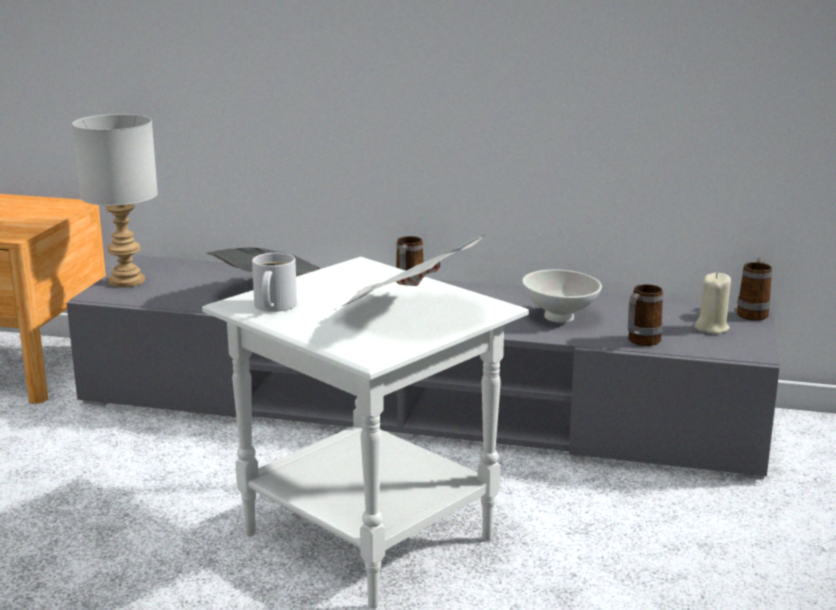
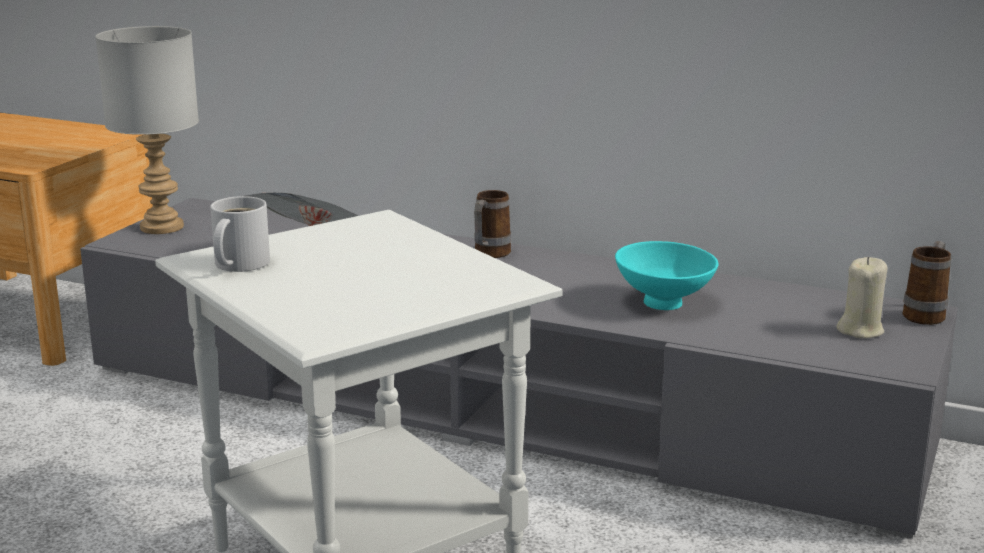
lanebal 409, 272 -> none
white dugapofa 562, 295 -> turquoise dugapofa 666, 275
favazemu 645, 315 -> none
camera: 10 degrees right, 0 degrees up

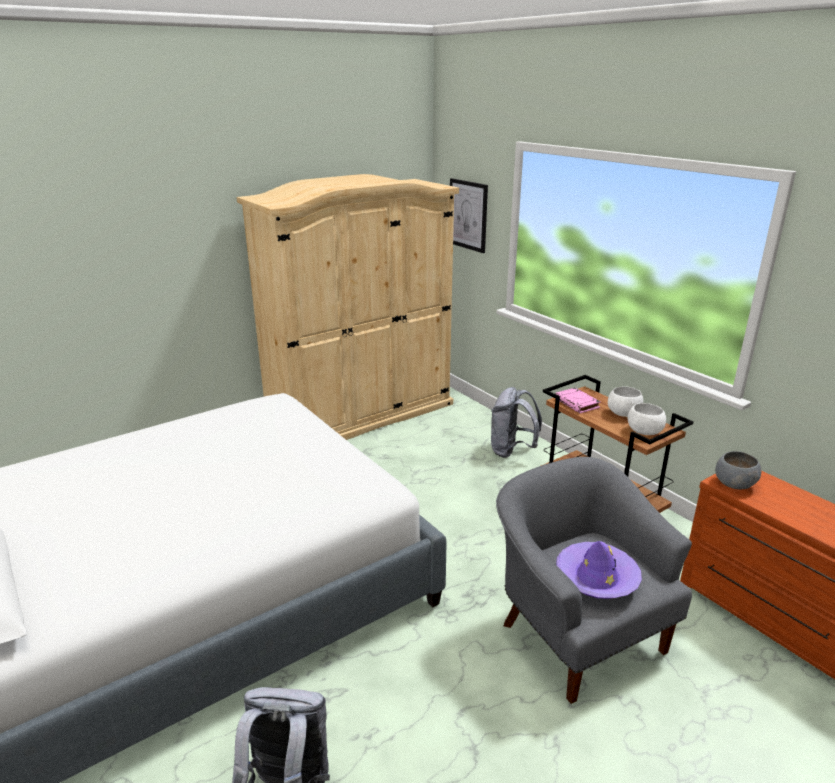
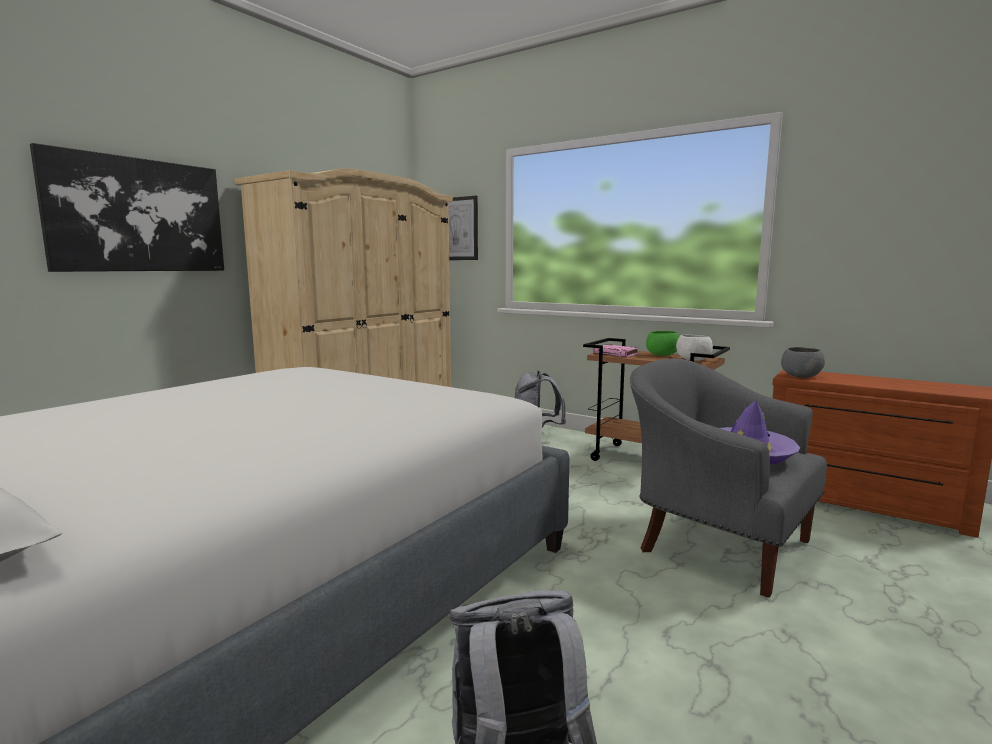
white dugapofa 625, 402 -> green dugapofa 662, 343
none -> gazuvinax 127, 207
camera: 20 degrees left, 15 degrees down

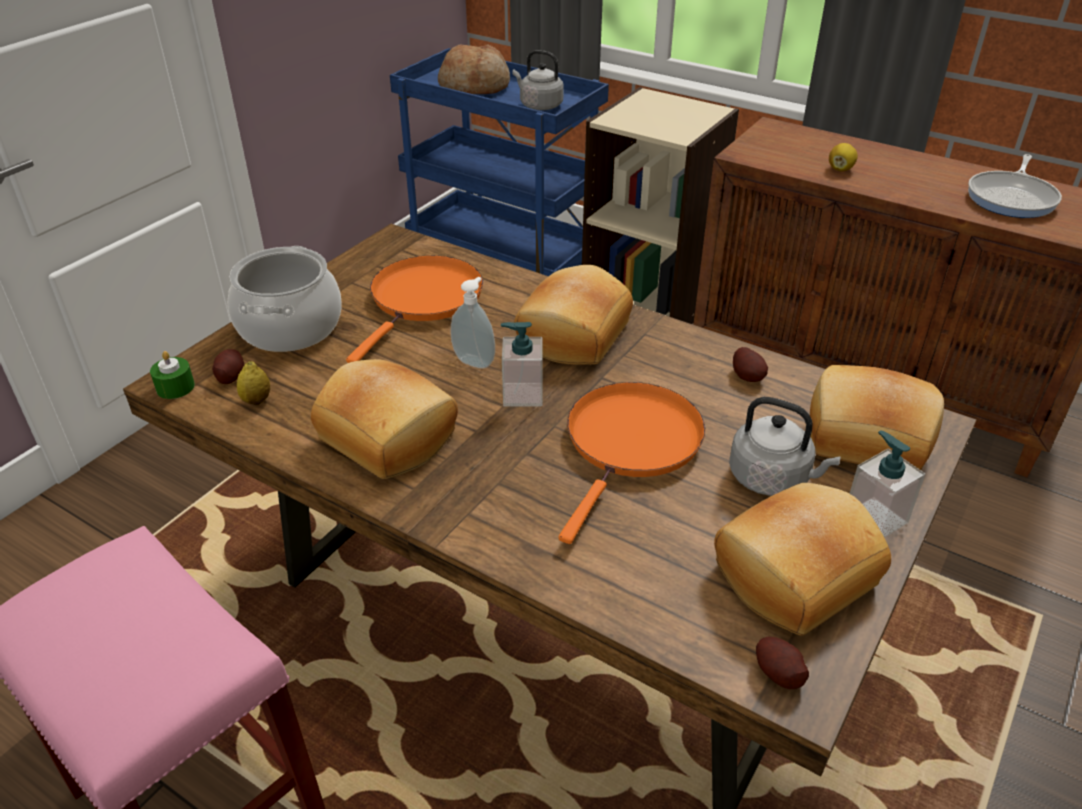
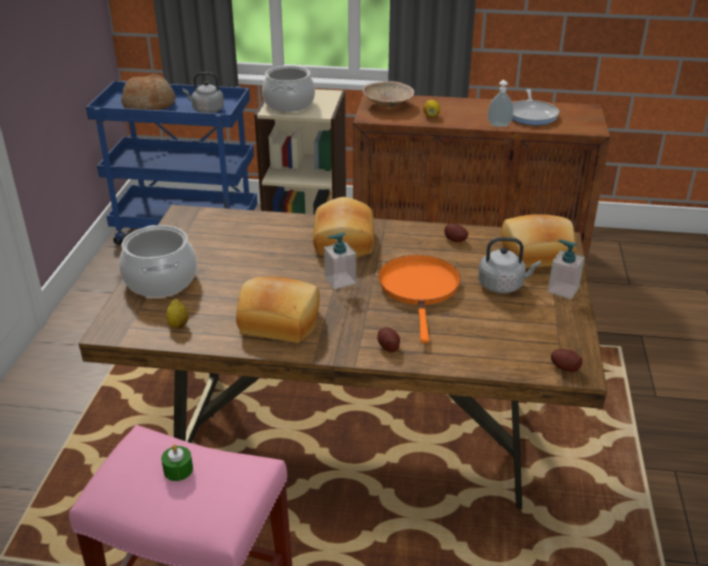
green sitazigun 172, 375 -> green sitazigun 177, 463, move
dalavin 228, 366 -> dalavin 388, 340, move
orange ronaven 414, 309 -> none
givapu 473, 323 -> givapu 500, 103, move
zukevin 802, 559 -> none
none -> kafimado 288, 89
none -> beige dugapofa 388, 94
camera: 25 degrees left, 5 degrees down

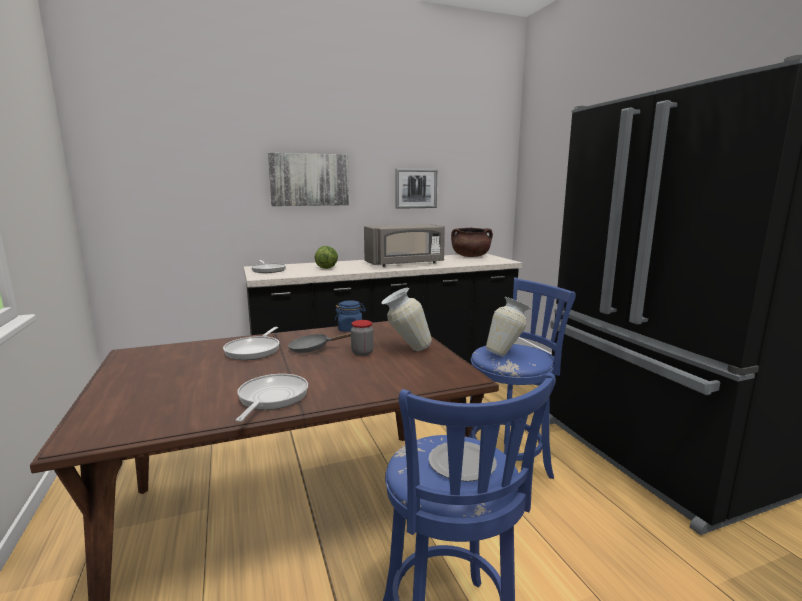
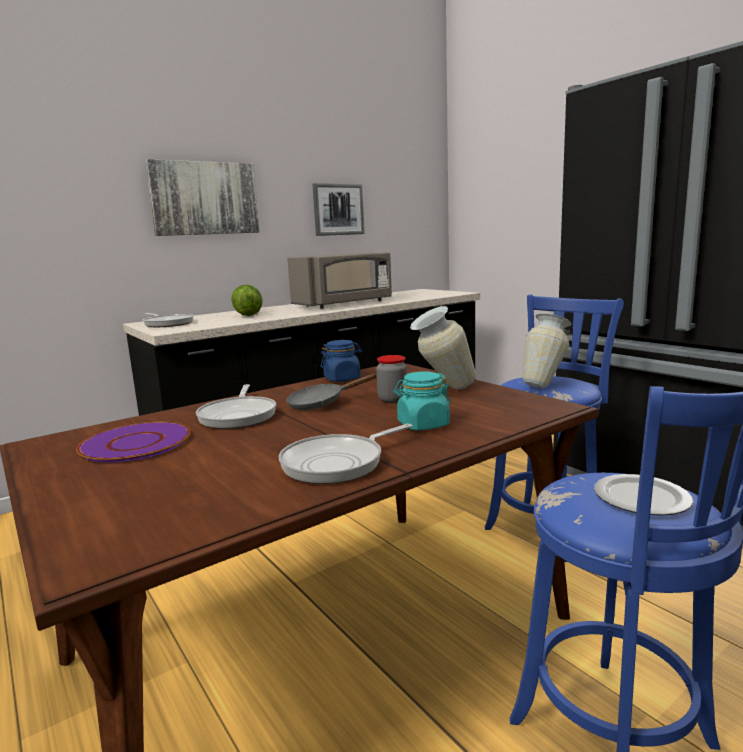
ronaven 272, 398 -> ronaven 345, 454, 120 degrees counterclockwise
brown kafimado 472, 242 -> none
none -> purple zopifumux 133, 442
none -> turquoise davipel 422, 401
camera: 15 degrees left, 0 degrees up

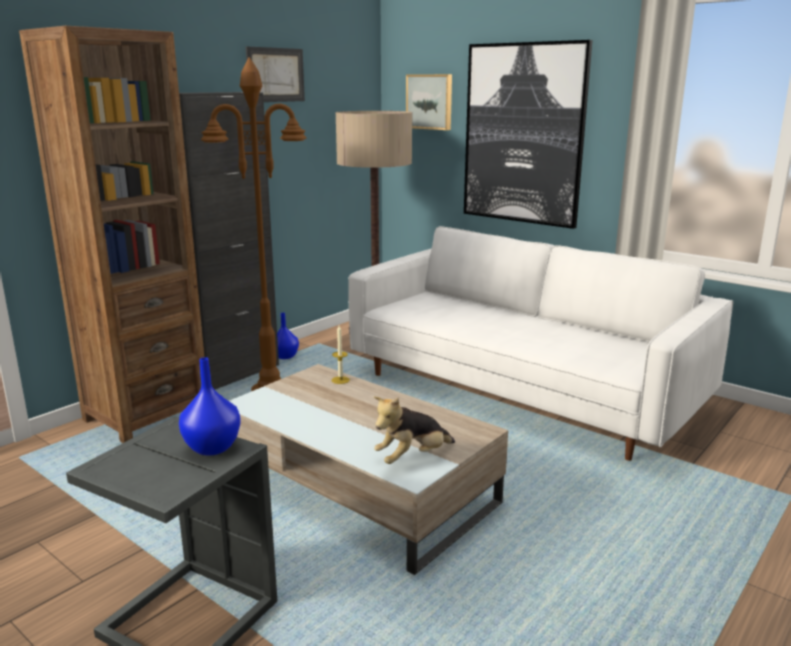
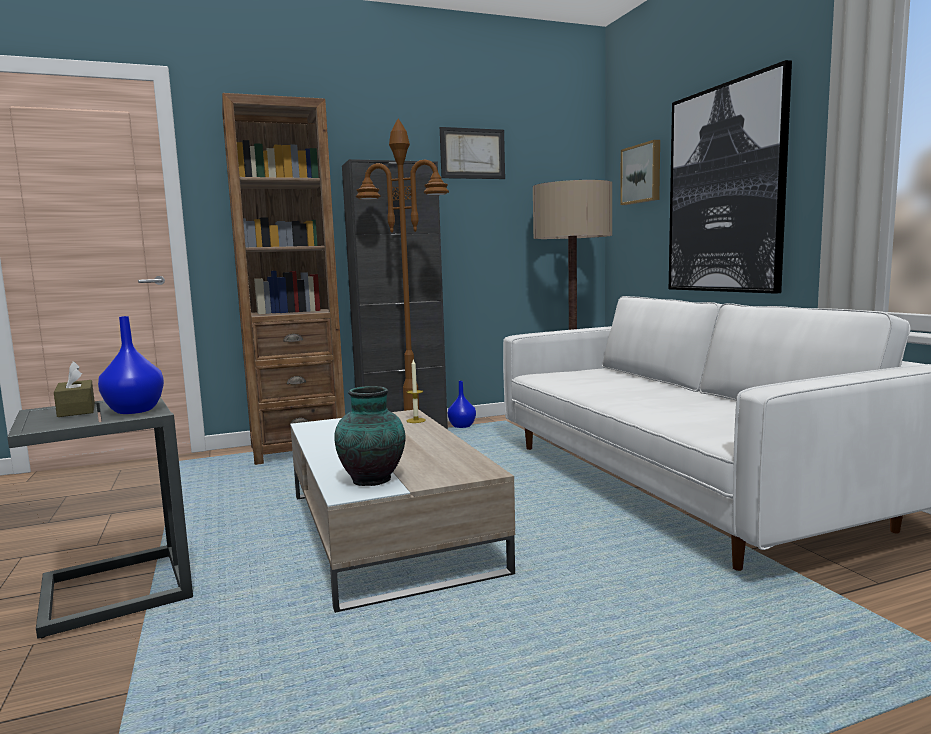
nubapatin 414, 430 -> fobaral 369, 436
none -> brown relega 74, 389
camera: 30 degrees right, 10 degrees down

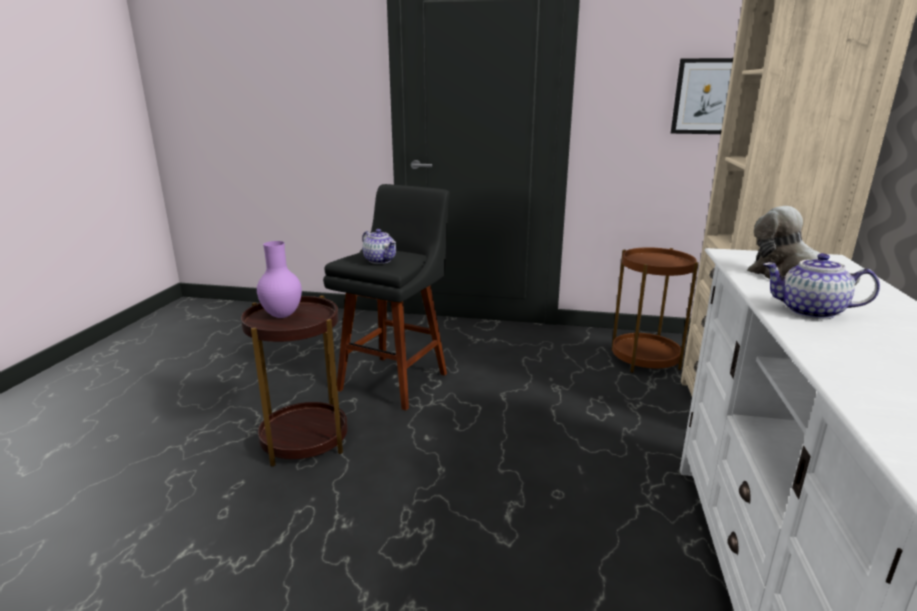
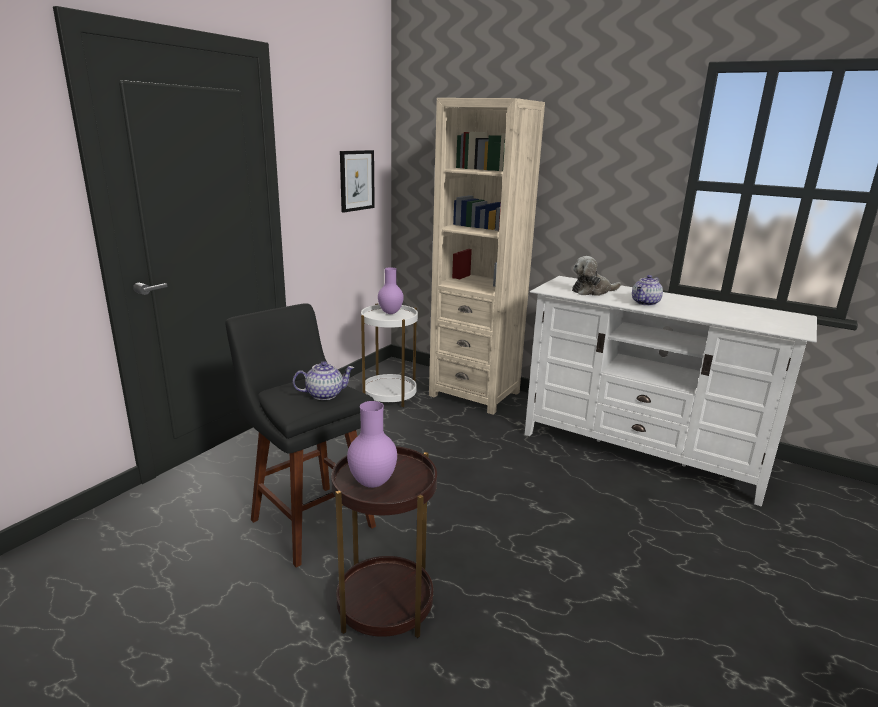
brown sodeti 655, 310 -> white sodeti 389, 355
none -> purple fobaral 391, 291
camera: 70 degrees left, 0 degrees up

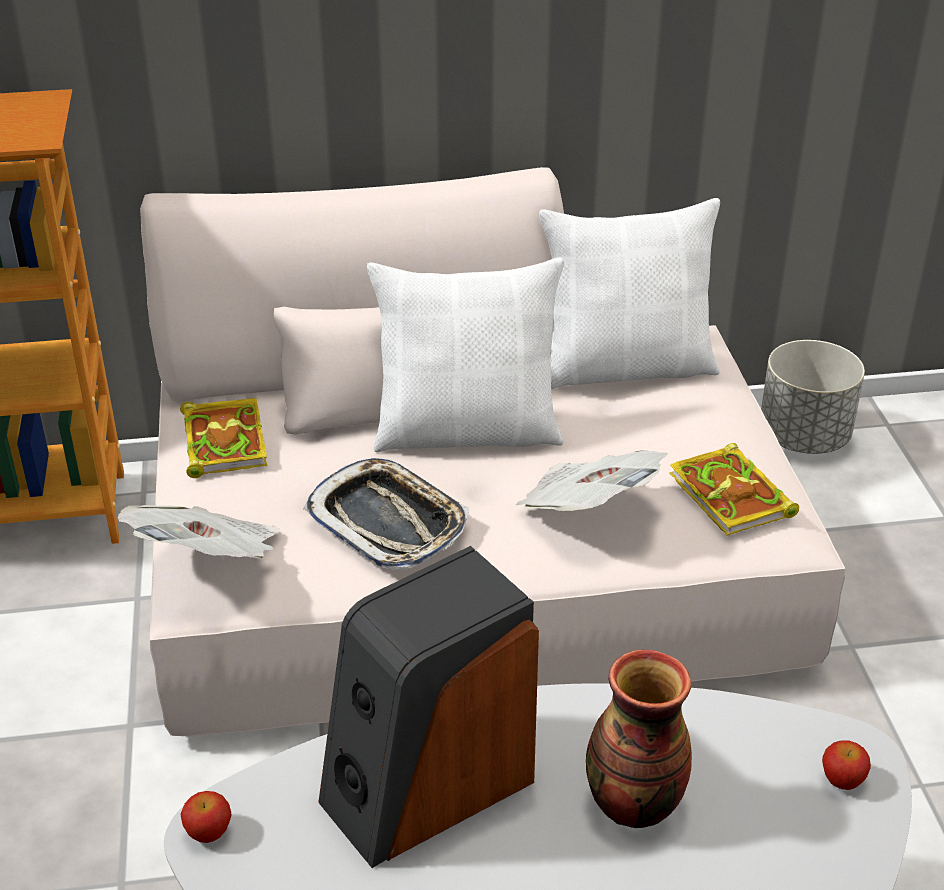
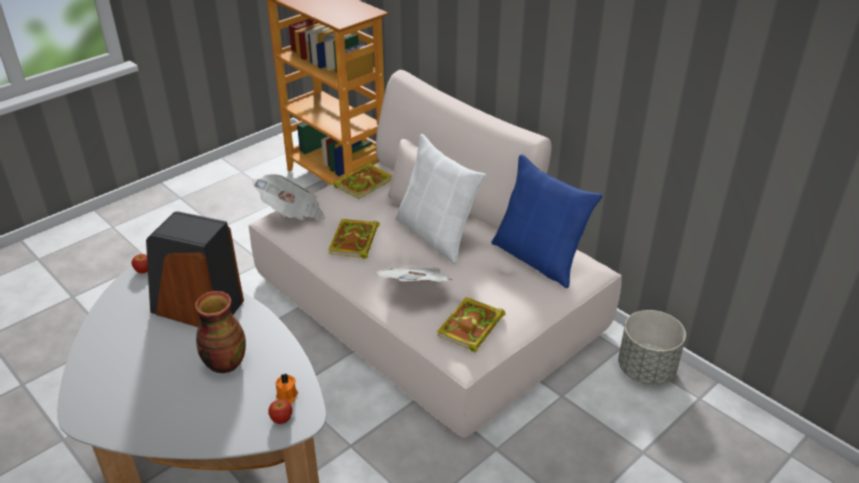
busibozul 387, 514 -> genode 354, 239
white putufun 629, 293 -> blue putufun 546, 221
none -> orange sitazigun 286, 389
camera: 55 degrees right, 0 degrees up

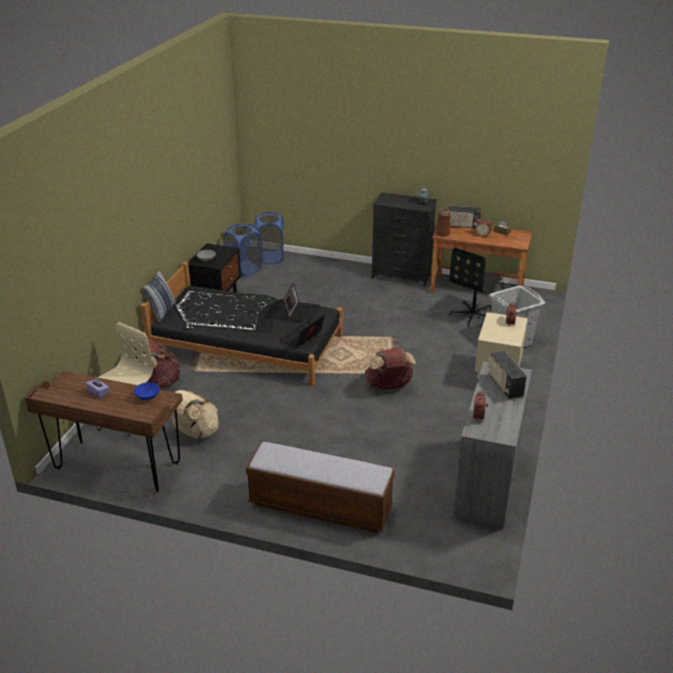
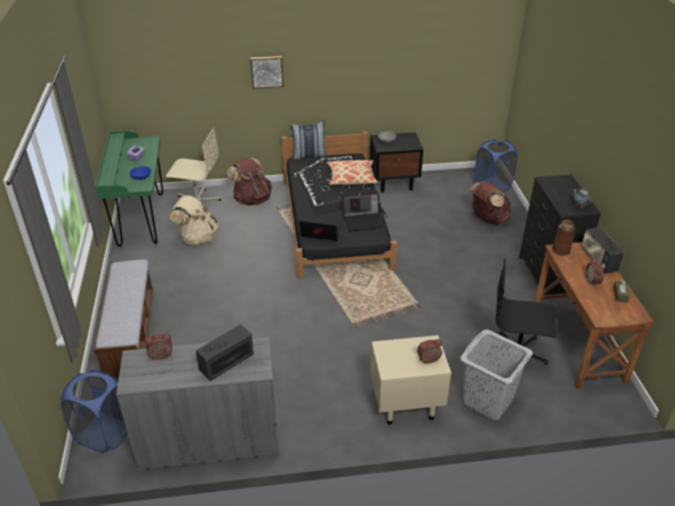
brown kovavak 104, 431 -> green kovavak 129, 188
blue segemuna 243, 250 -> blue segemuna 94, 411, move
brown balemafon 390, 369 -> brown balemafon 489, 203, move
none -> gazuvinax 266, 72
none -> putufun 352, 172
camera: 65 degrees right, 5 degrees up

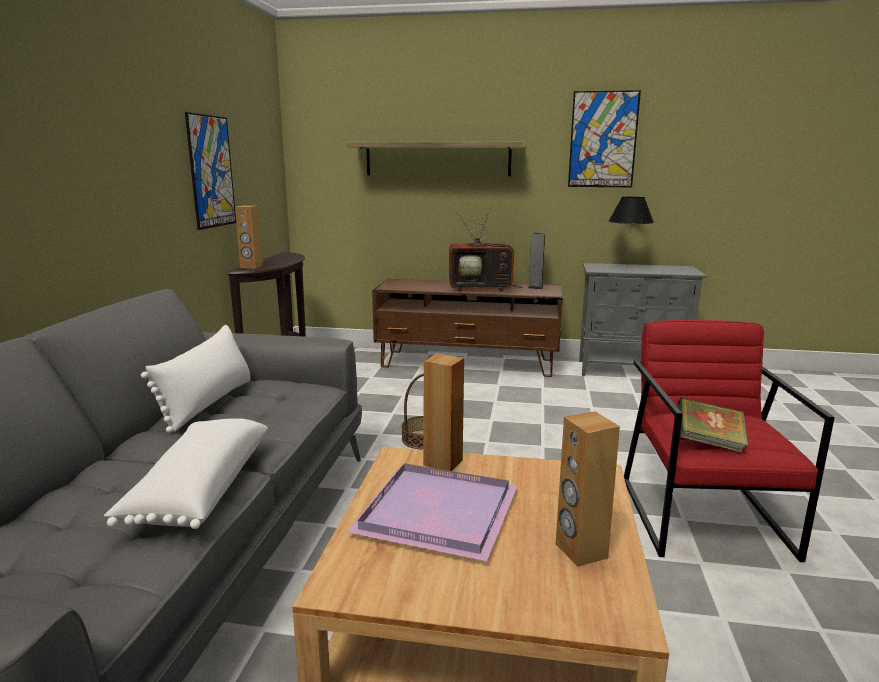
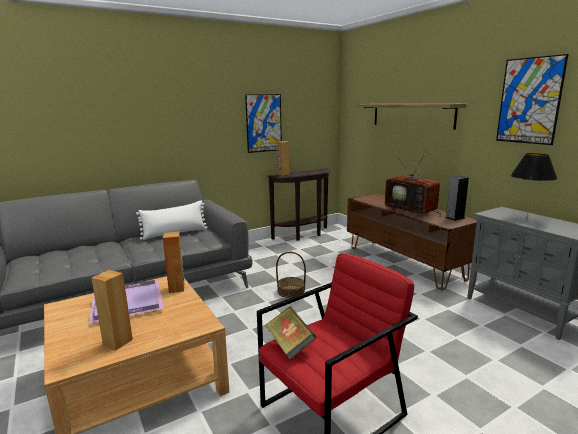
white putufun 186, 473 -> none
camera: 50 degrees right, 0 degrees up

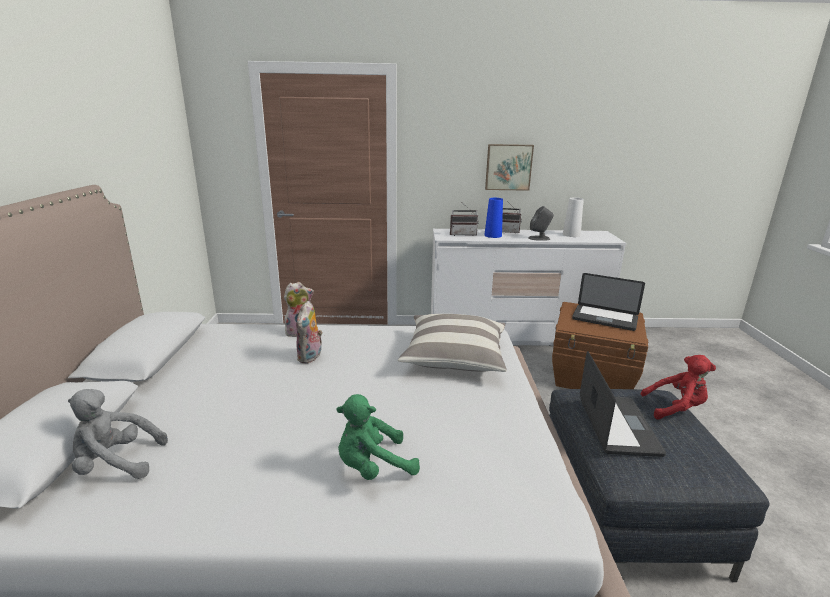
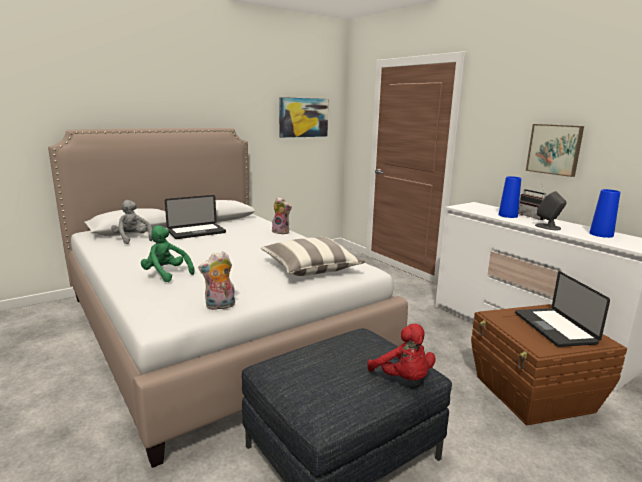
nubapatin 309, 332 -> nubapatin 216, 280, move
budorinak 464, 220 -> none
white fobaral 573, 217 -> blue fobaral 604, 213
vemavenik 623, 404 -> vemavenik 195, 217, move
none -> gazuvinax 303, 117
camera: 55 degrees right, 5 degrees down

